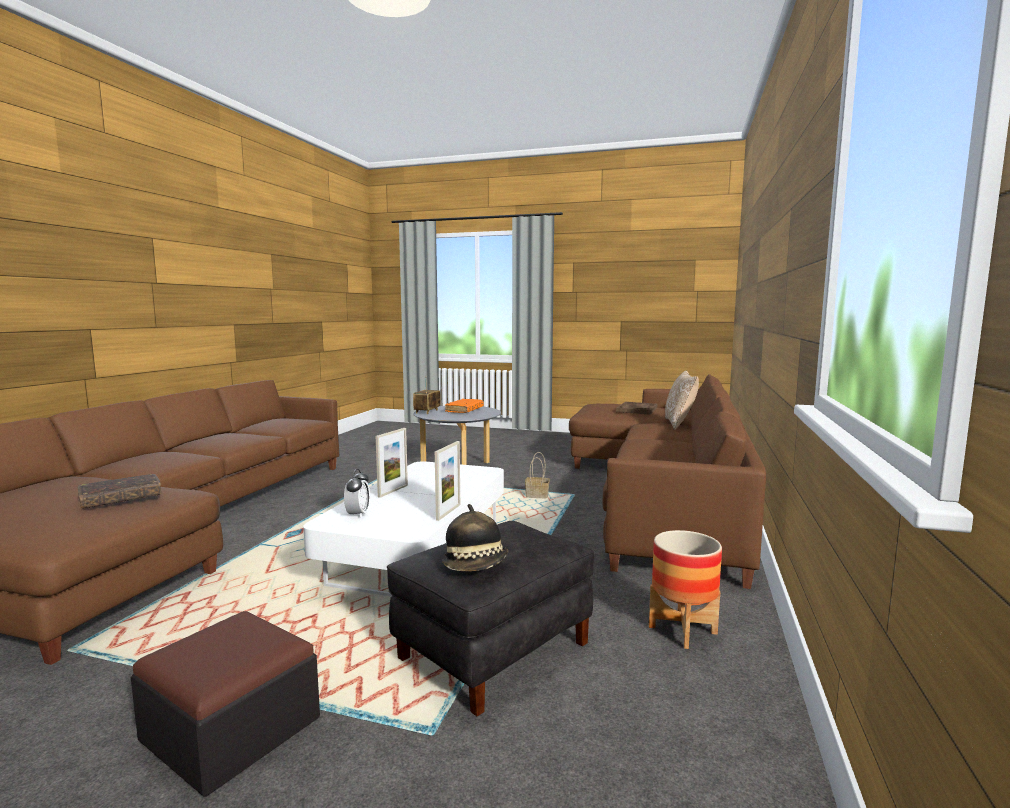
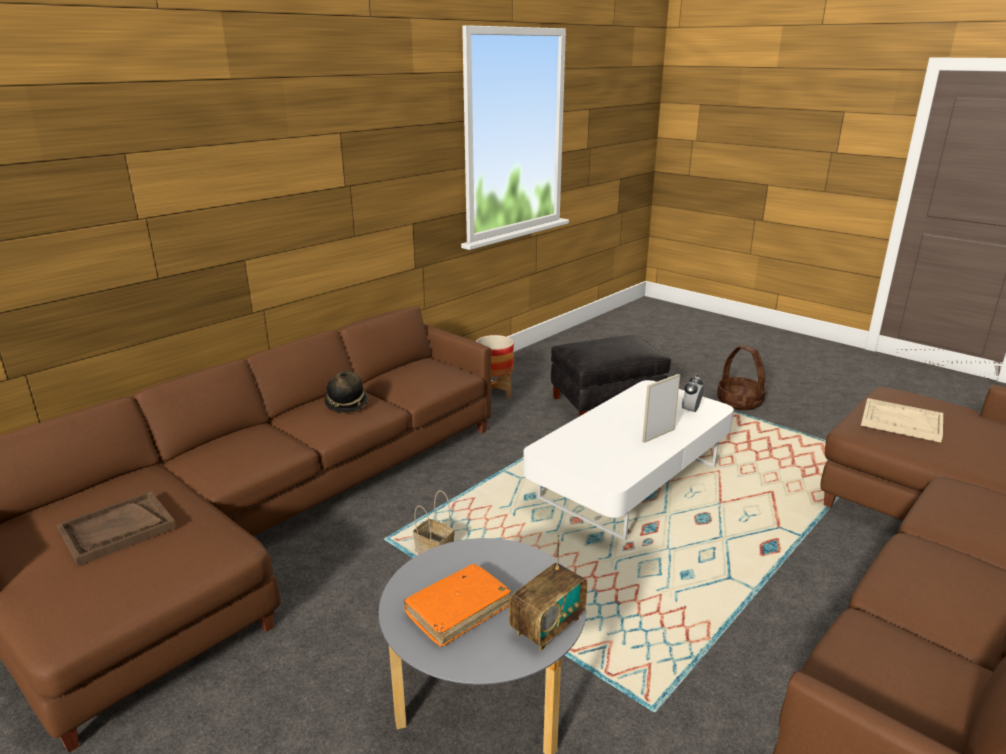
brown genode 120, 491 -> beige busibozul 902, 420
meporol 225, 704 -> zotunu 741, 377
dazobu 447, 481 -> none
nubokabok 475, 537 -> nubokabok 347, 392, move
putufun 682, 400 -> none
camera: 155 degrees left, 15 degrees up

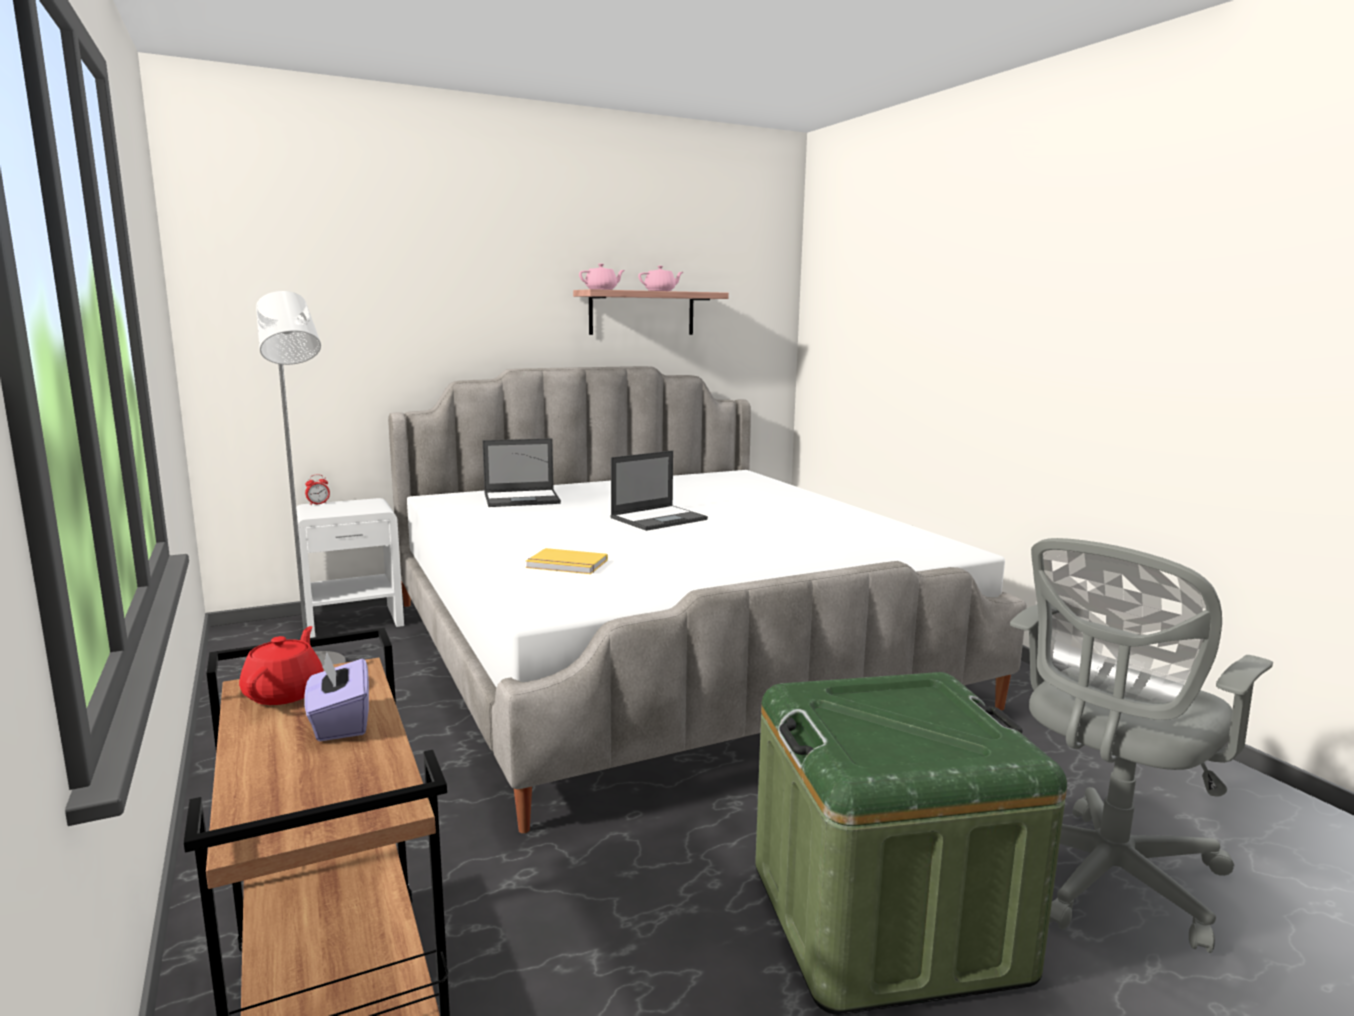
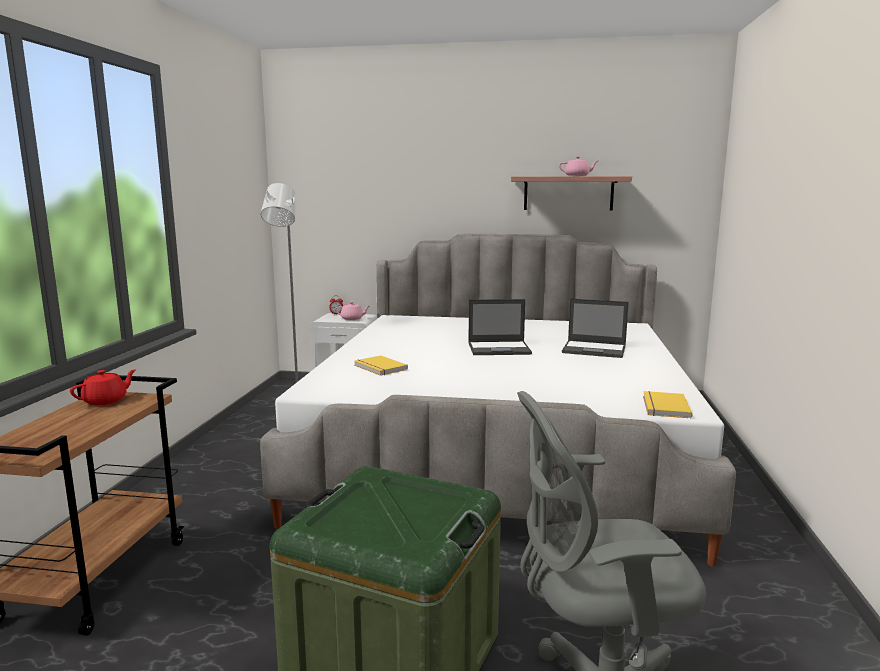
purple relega 336, 696 -> none
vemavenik 522, 472 -> vemavenik 595, 328, move
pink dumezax 602, 277 -> pink dumezax 353, 310, move
none -> yellow genode 667, 404
camera: 35 degrees right, 0 degrees up

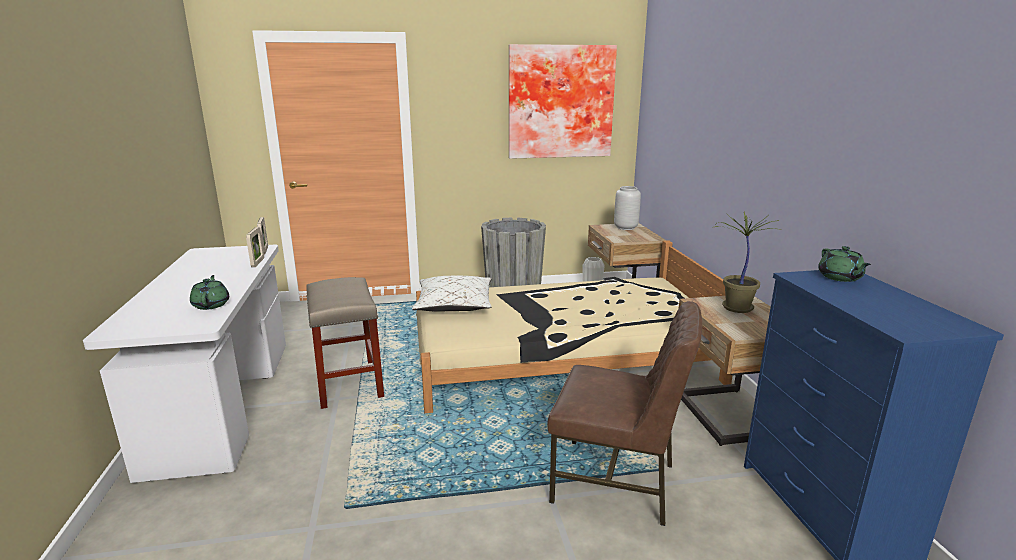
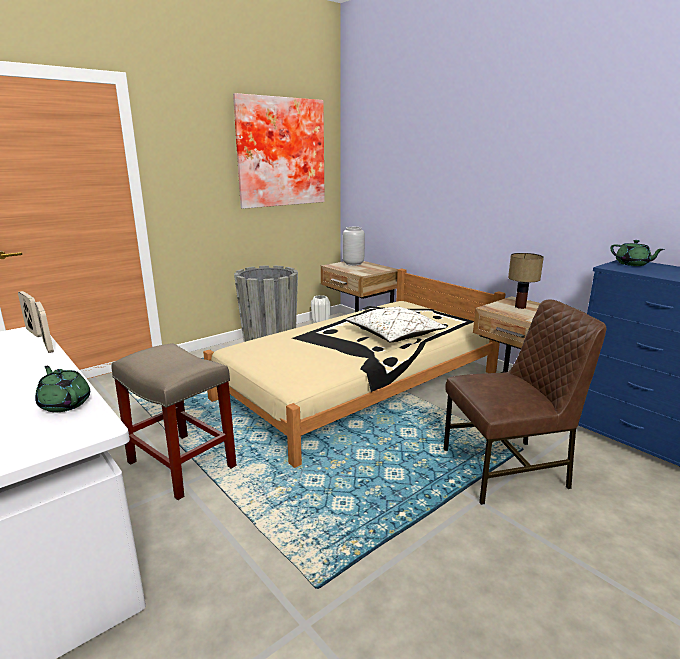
white putufun 452, 293 -> white putufun 396, 325, move
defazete 748, 262 -> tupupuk 526, 281
camera: 30 degrees left, 0 degrees up

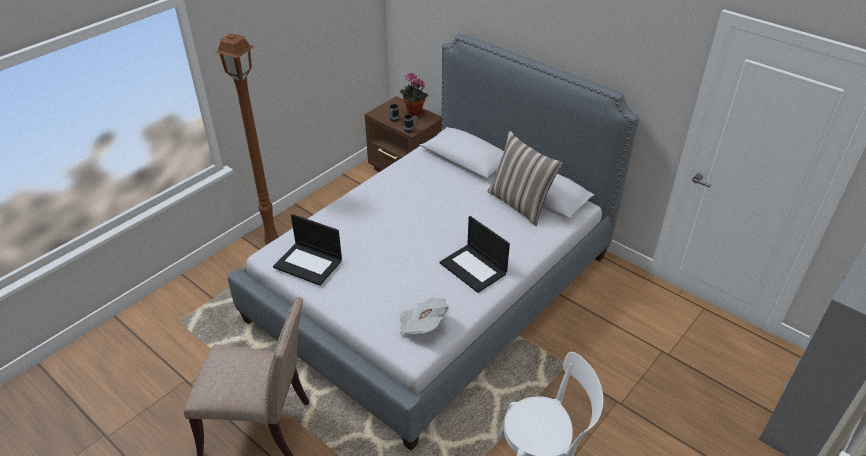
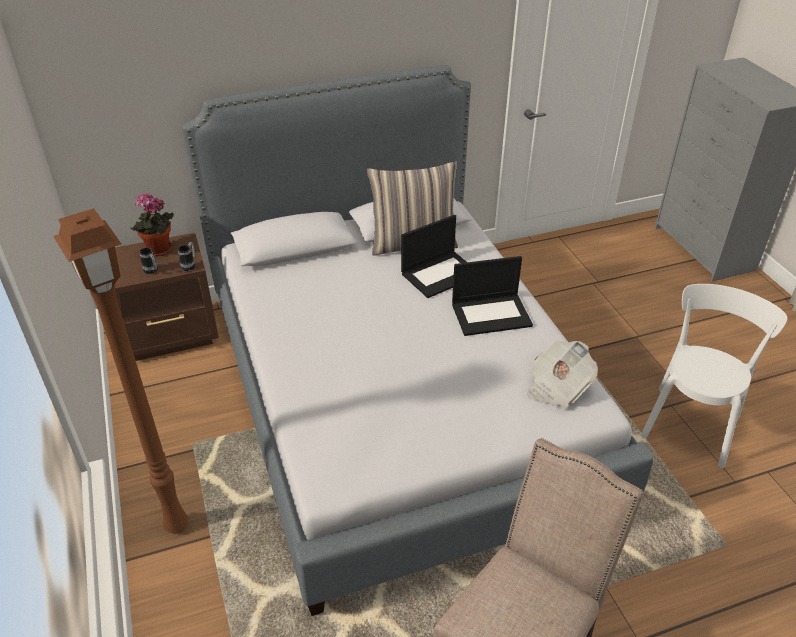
vemavenik 307, 250 -> vemavenik 434, 256, move
camera: 60 degrees left, 0 degrees up

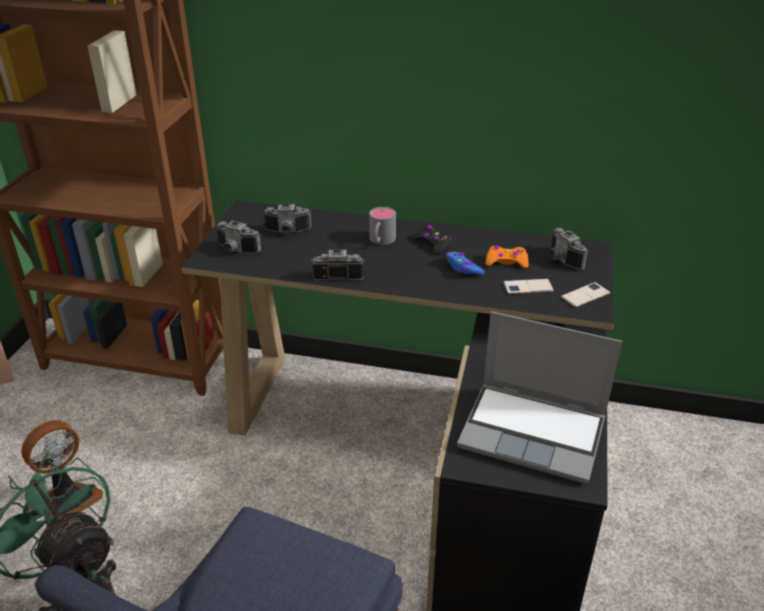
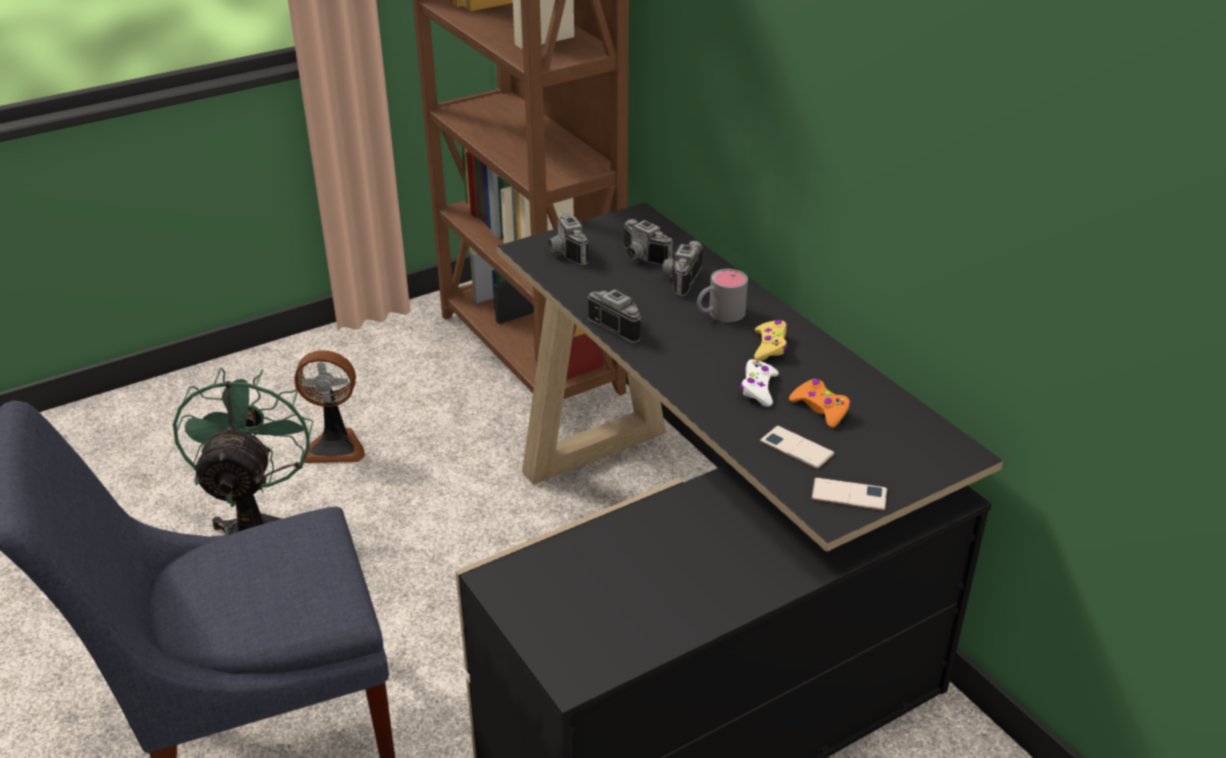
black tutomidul 432, 240 -> yellow tutomidul 770, 340
blue tutomidul 465, 263 -> white tutomidul 759, 383
vemavenik 539, 397 -> none
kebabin 569, 249 -> kebabin 682, 268, move
camera: 45 degrees right, 0 degrees up

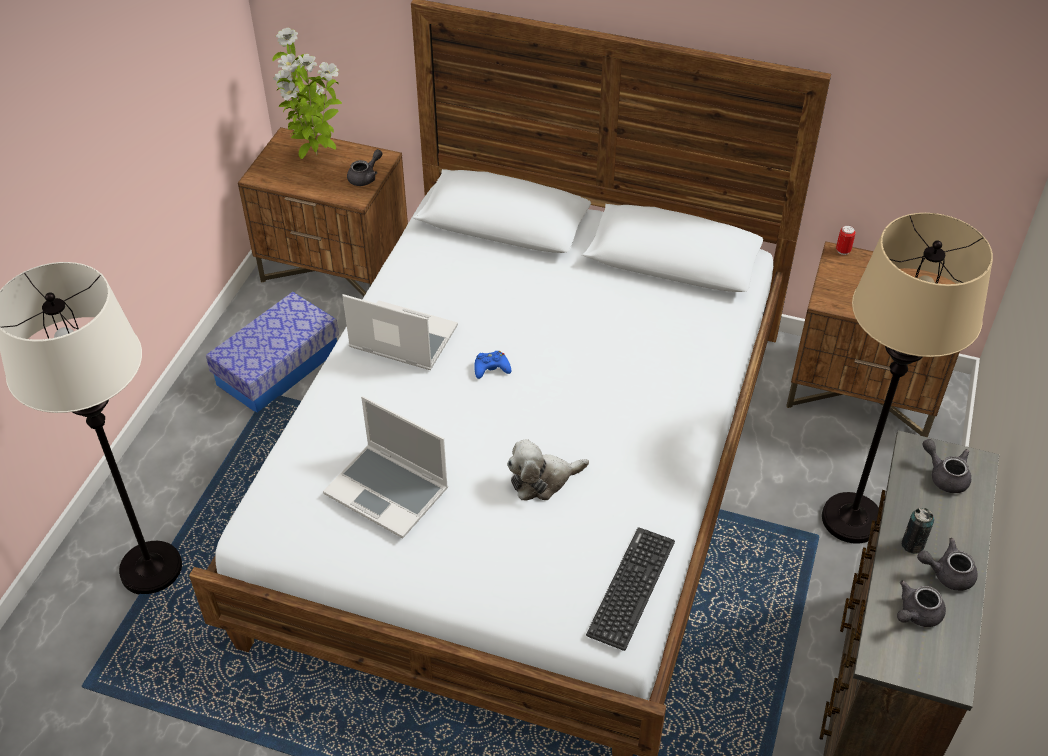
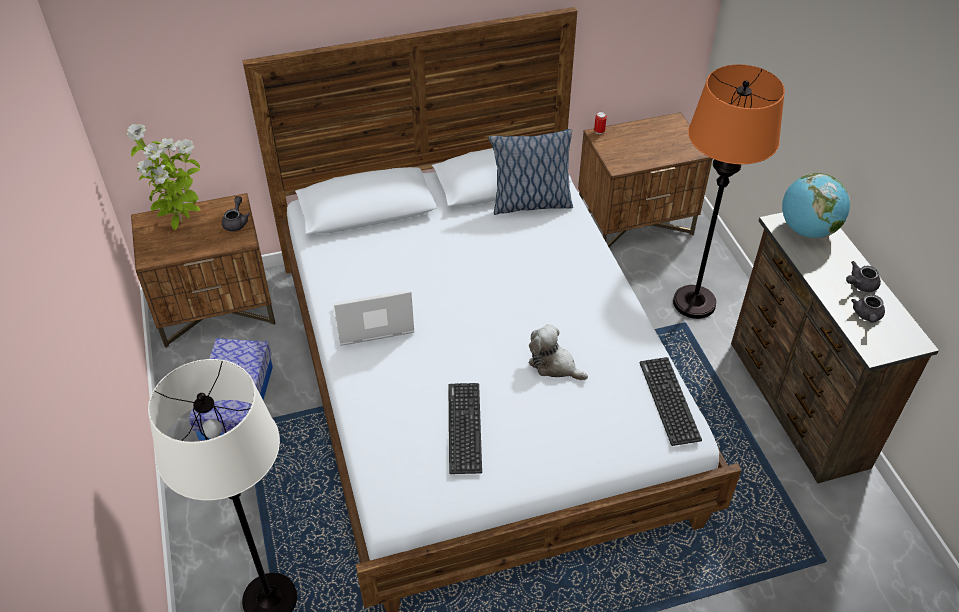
vemavenik 385, 467 -> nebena 465, 428
blue tutomidul 492, 365 -> none
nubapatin 548, 469 -> nubapatin 558, 352, 90 degrees clockwise
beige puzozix 907, 378 -> orange puzozix 729, 191
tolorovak 918, 531 -> none
grey dumezax 947, 466 -> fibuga 816, 205
none -> putufun 530, 172
camera: 35 degrees left, 0 degrees up

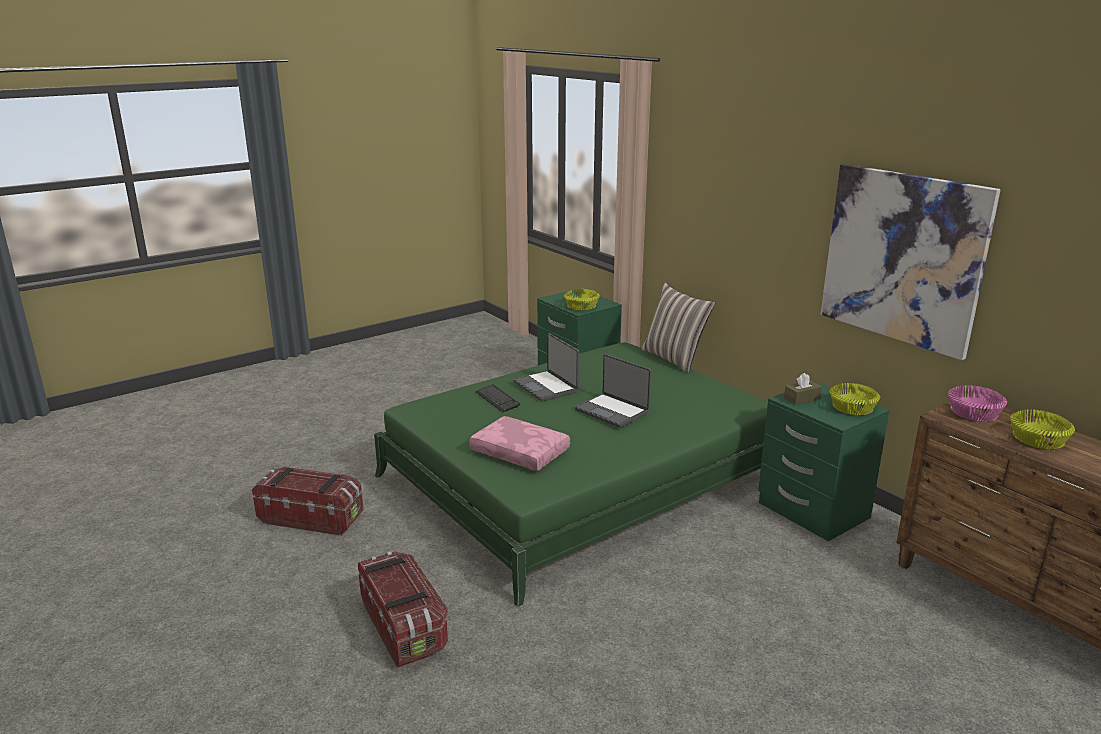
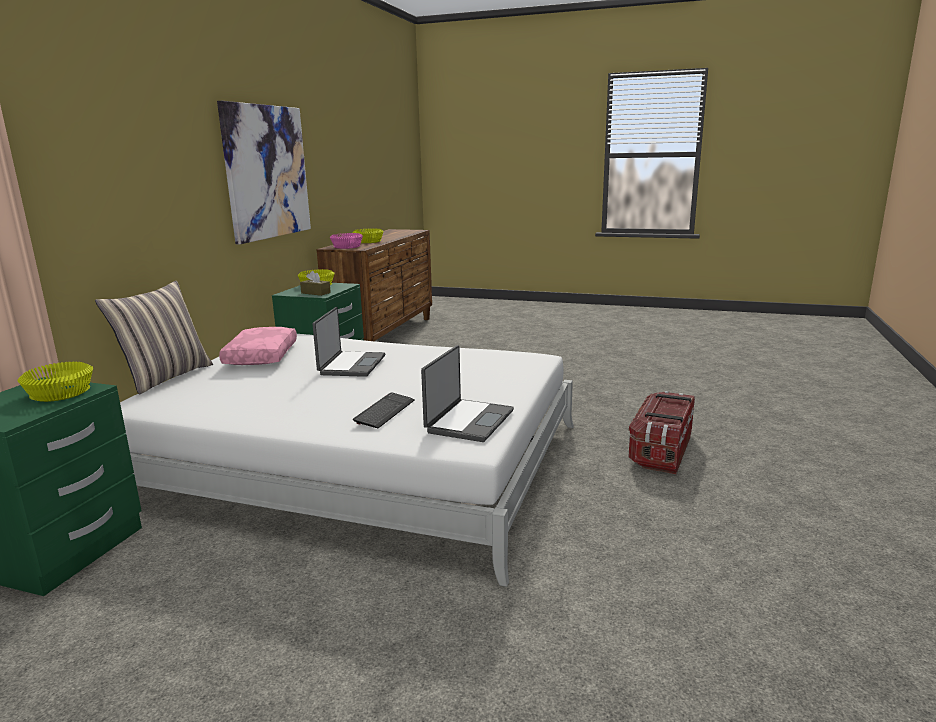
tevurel 308, 501 -> none
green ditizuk 571, 474 -> white ditizuk 347, 460
pink putufun 519, 443 -> pink putufun 258, 346, move
vemavenik 546, 367 -> vemavenik 467, 393, move
camera: 125 degrees left, 5 degrees down

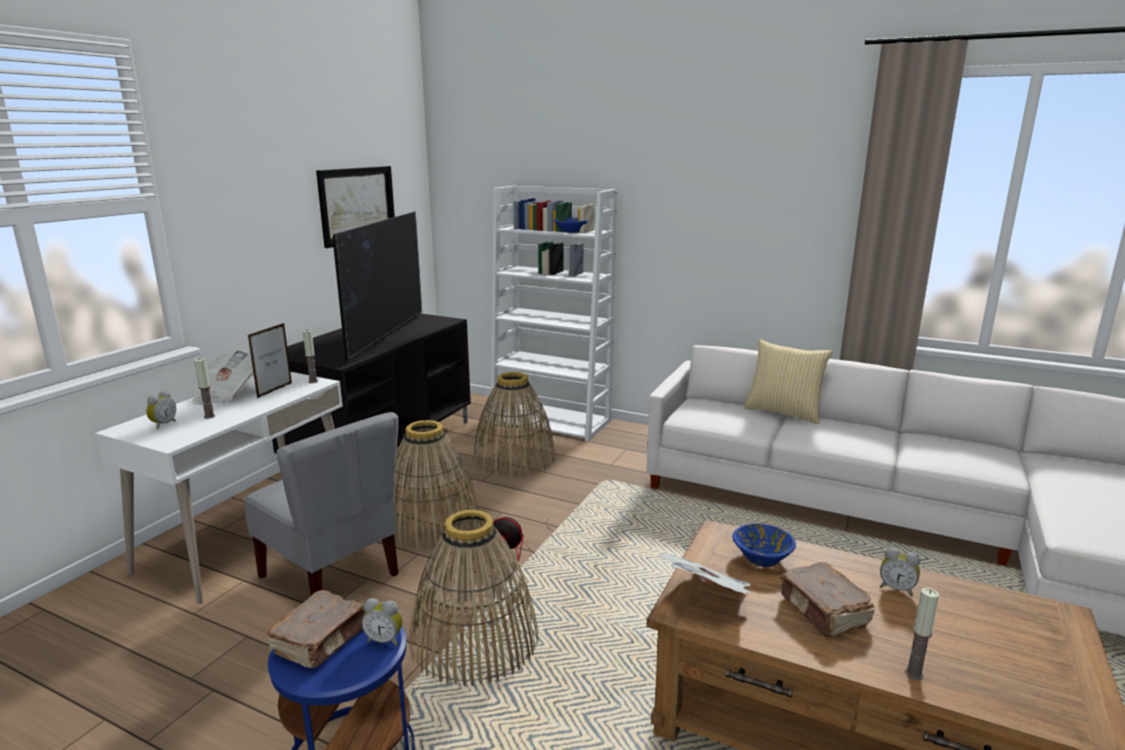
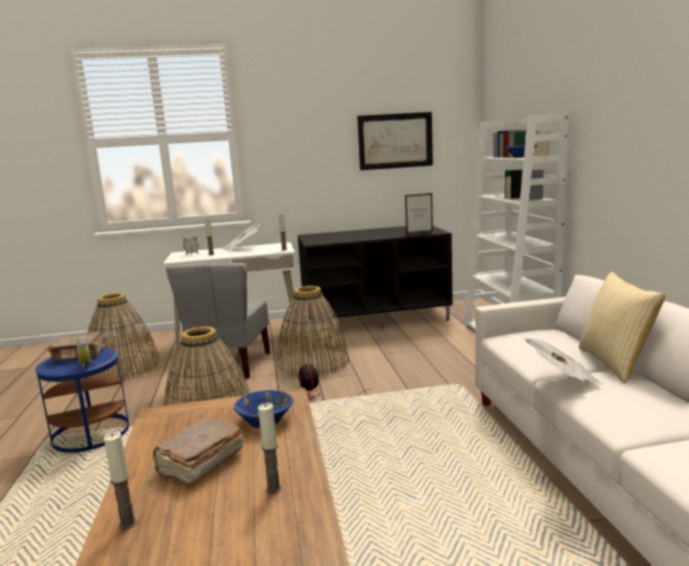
dazobu 270, 360 -> dazobu 419, 213, move
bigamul 377, 286 -> none
zotunu 515, 424 -> zotunu 124, 337, move
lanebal 705, 573 -> lanebal 563, 361, move
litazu 900, 572 -> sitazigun 270, 448
camera: 55 degrees right, 5 degrees down

